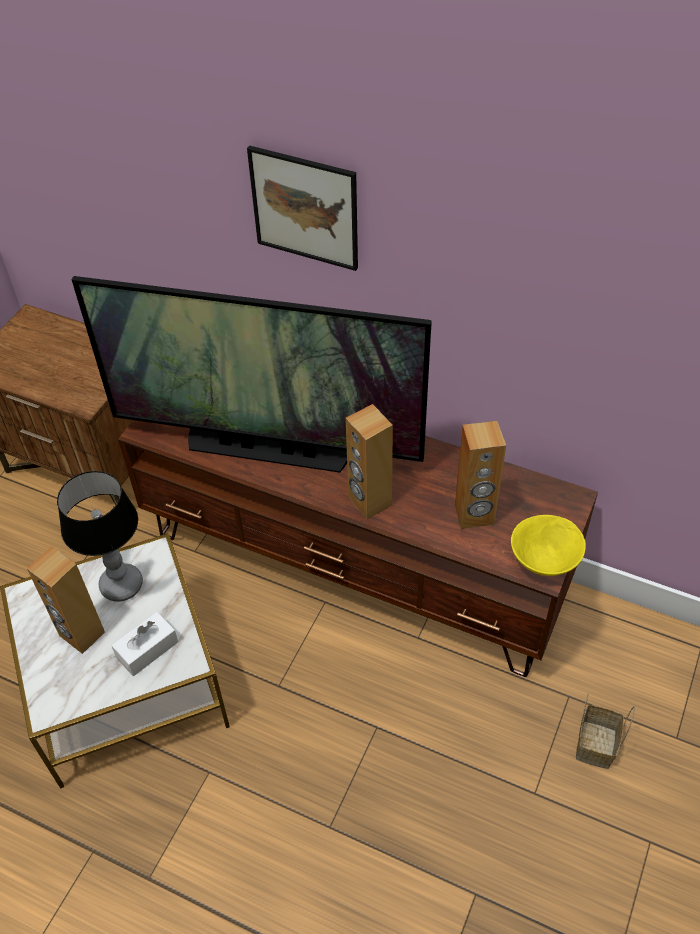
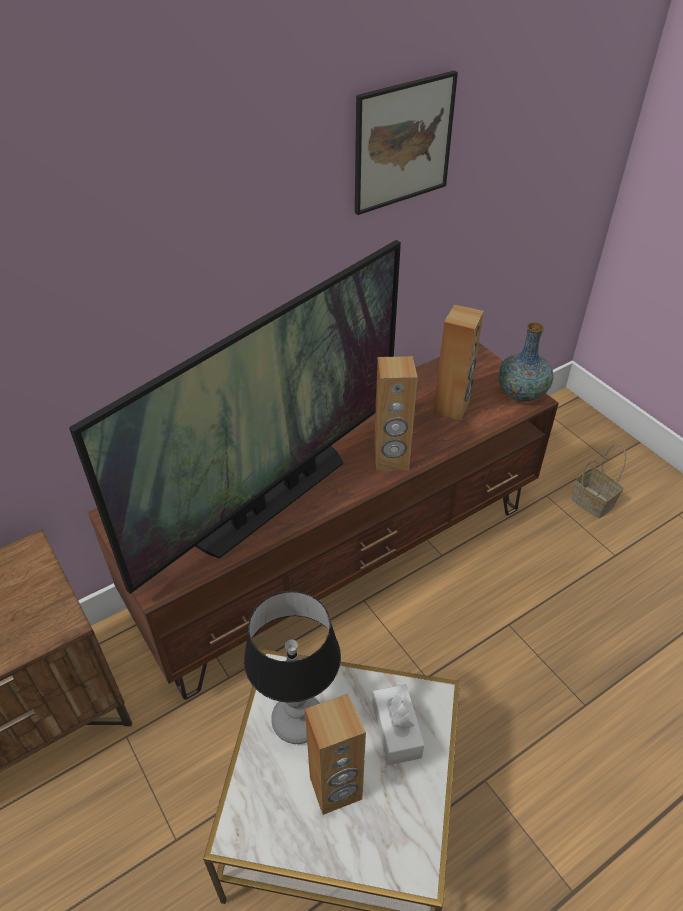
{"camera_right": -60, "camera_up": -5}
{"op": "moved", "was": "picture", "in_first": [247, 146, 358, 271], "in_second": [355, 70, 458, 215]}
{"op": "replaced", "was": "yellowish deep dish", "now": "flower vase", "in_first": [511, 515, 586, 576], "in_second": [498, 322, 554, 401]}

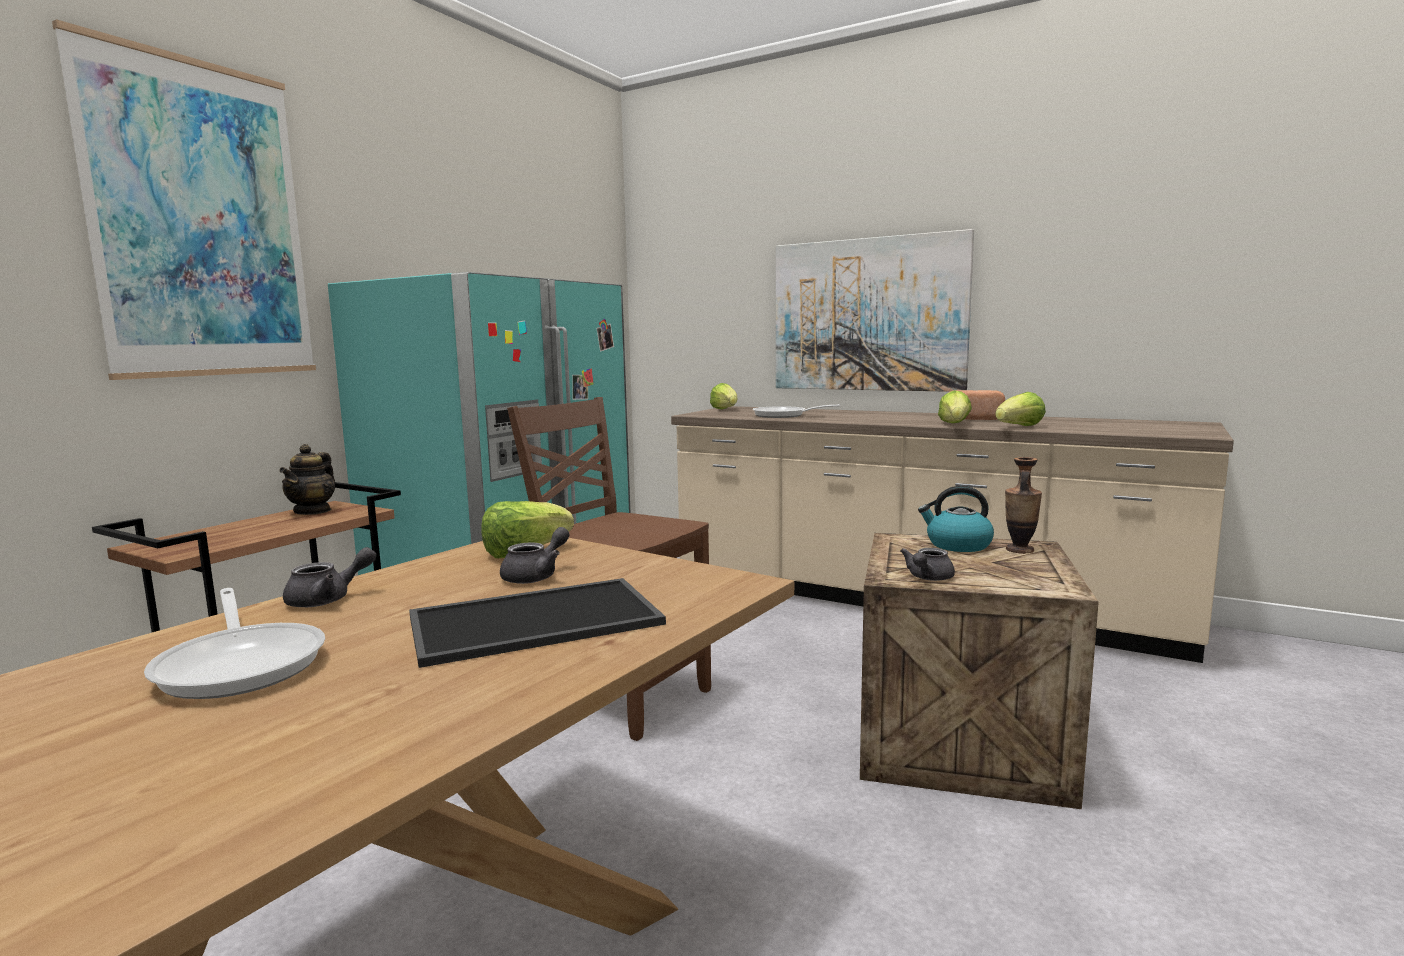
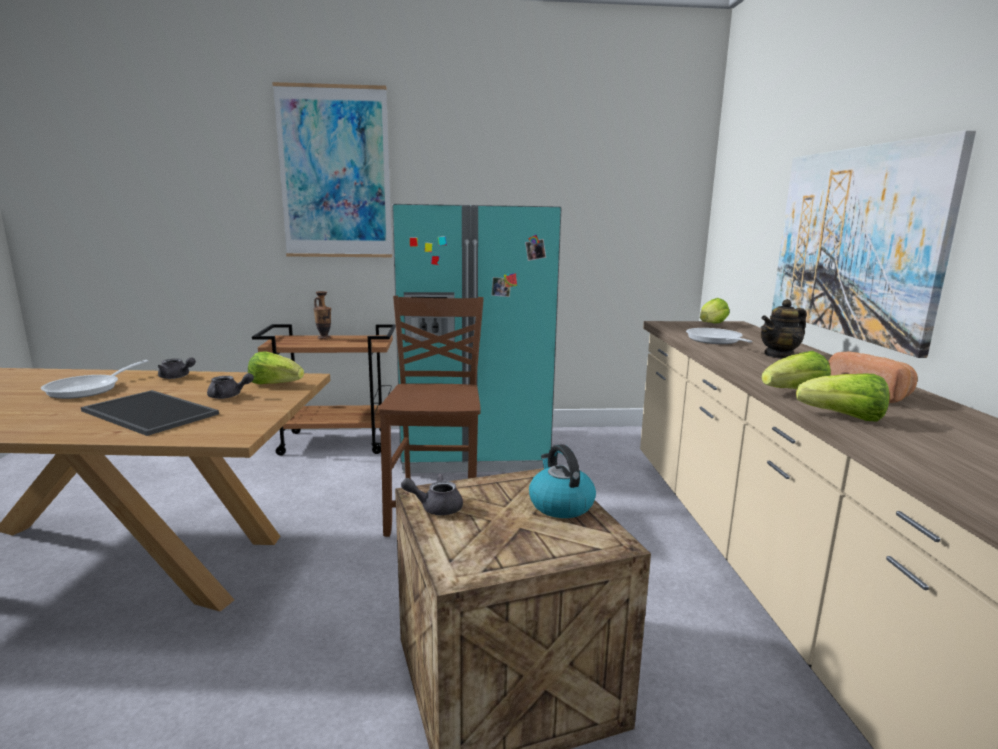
{"camera_right": 55, "camera_up": 5}
{"op": "moved", "was": "tea pot", "in_first": [279, 444, 335, 515], "in_second": [761, 299, 807, 359]}
{"op": "moved", "was": "flower vase", "in_first": [1005, 457, 1042, 554], "in_second": [314, 291, 331, 340]}

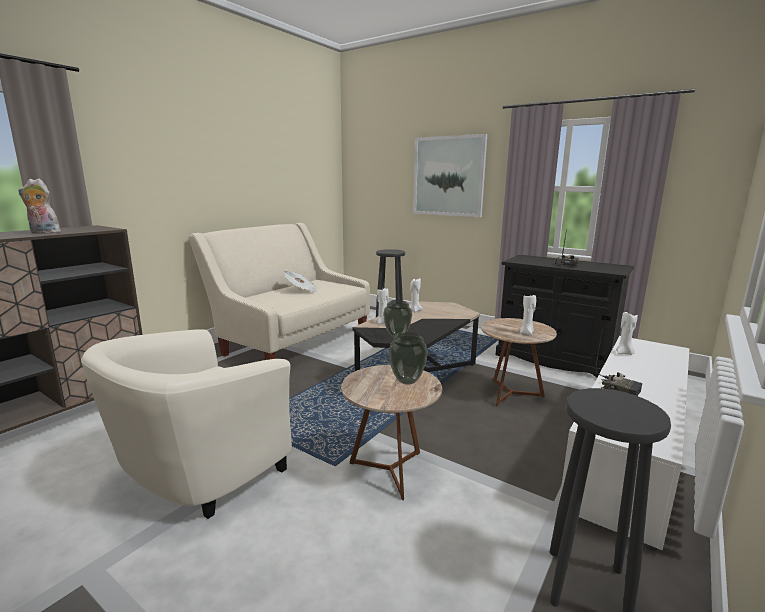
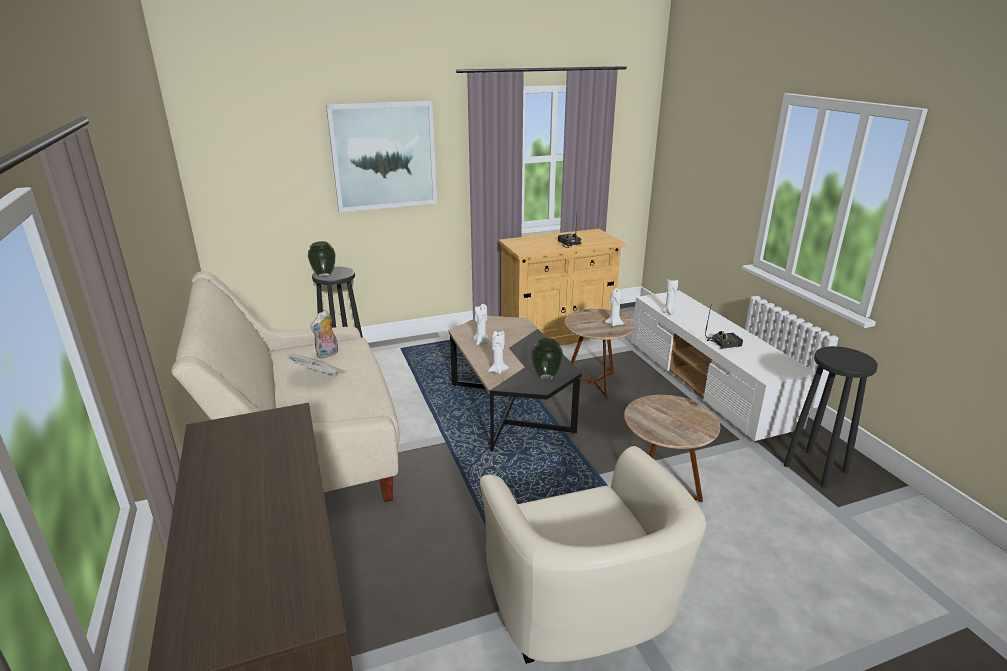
{"camera_right": -55, "camera_up": 10}
{"op": "moved", "was": "soft toy", "in_first": [18, 179, 61, 234], "in_second": [310, 310, 338, 359]}
{"op": "recoloured", "was": "blackish cabinet", "now": "sand-coloured cabinet", "in_first": [496, 255, 634, 378], "in_second": [499, 229, 625, 346]}
{"op": "moved", "was": "flower vase", "in_first": [389, 332, 428, 385], "in_second": [308, 241, 335, 277]}

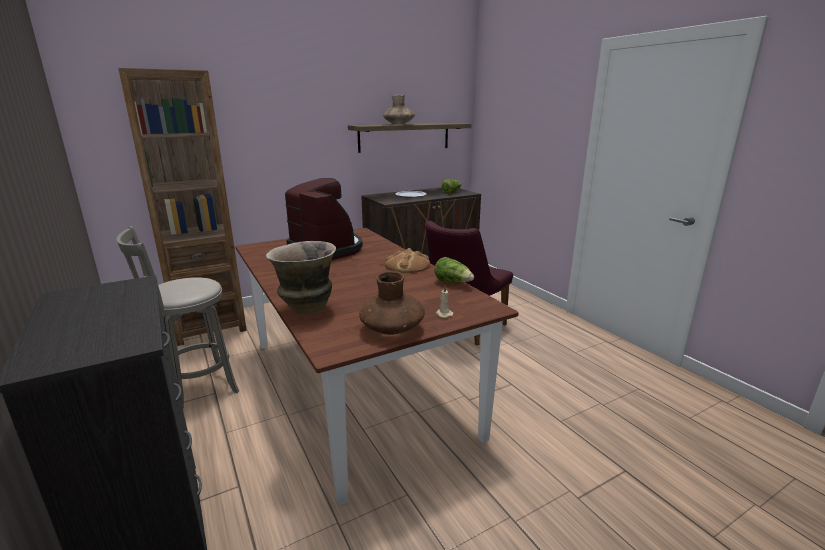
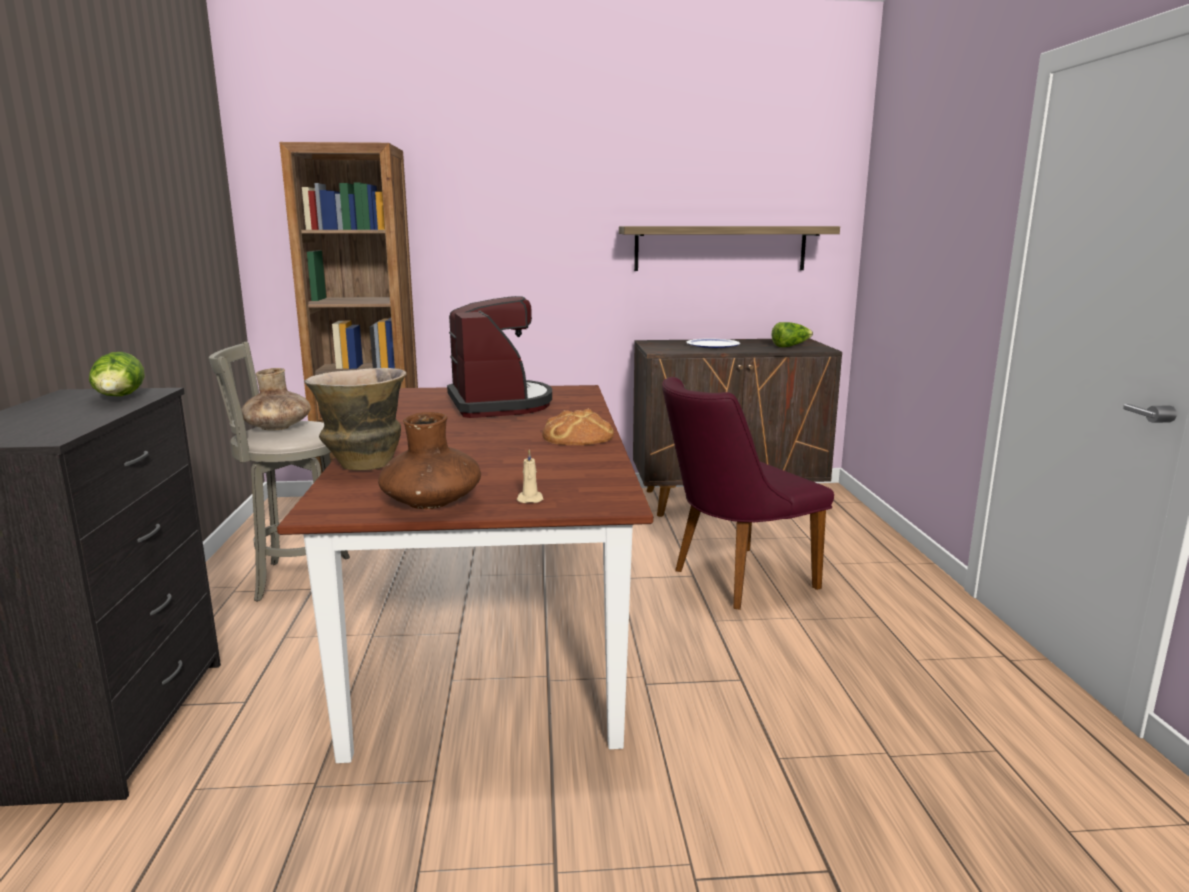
{"camera_right": 25, "camera_up": -5}
{"op": "moved", "was": "brownish flower vase", "in_first": [383, 95, 415, 125], "in_second": [241, 368, 311, 431]}
{"op": "moved", "was": "lettuce", "in_first": [435, 257, 474, 283], "in_second": [89, 352, 145, 396]}

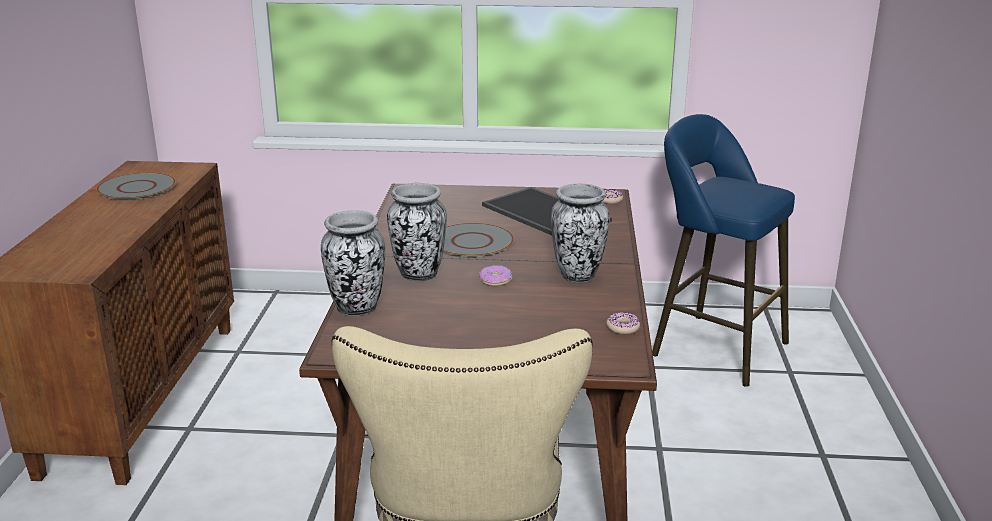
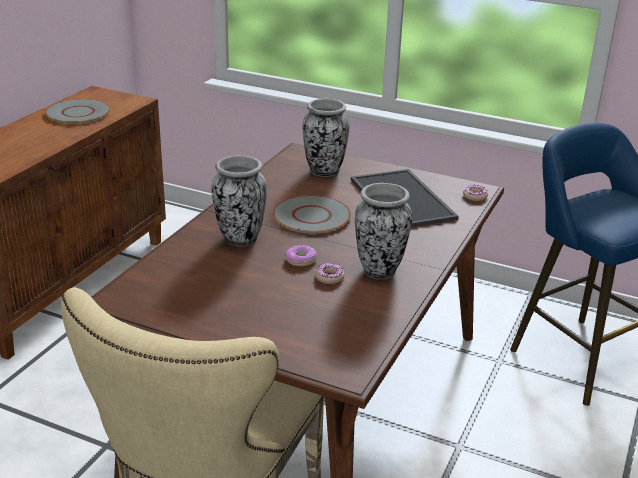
{"camera_right": 20, "camera_up": 5}
{"op": "moved", "was": "flower vase", "in_first": [321, 210, 385, 316], "in_second": [303, 99, 349, 177]}
{"op": "moved", "was": "ring doughnut", "in_first": [606, 312, 640, 334], "in_second": [315, 263, 345, 284]}

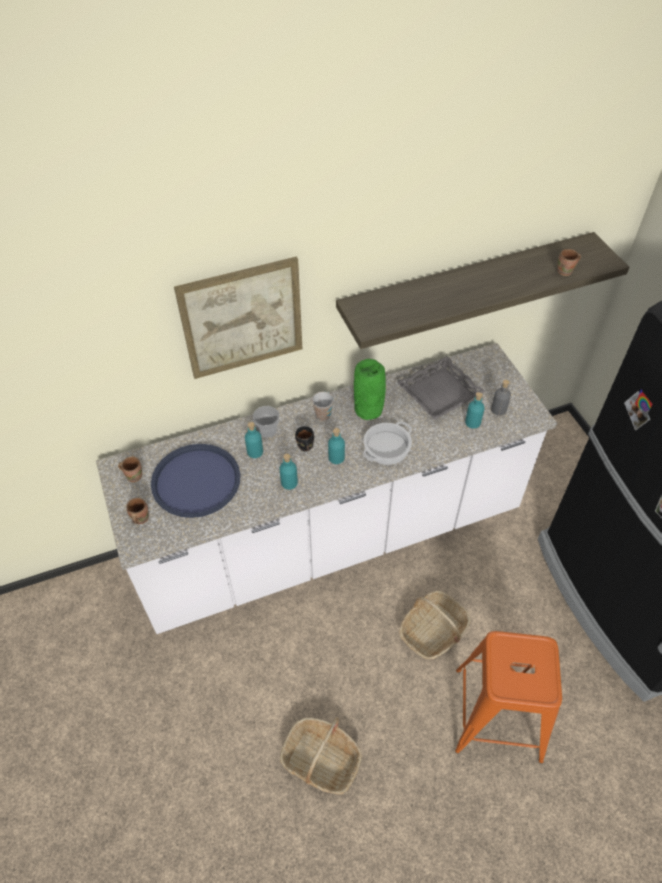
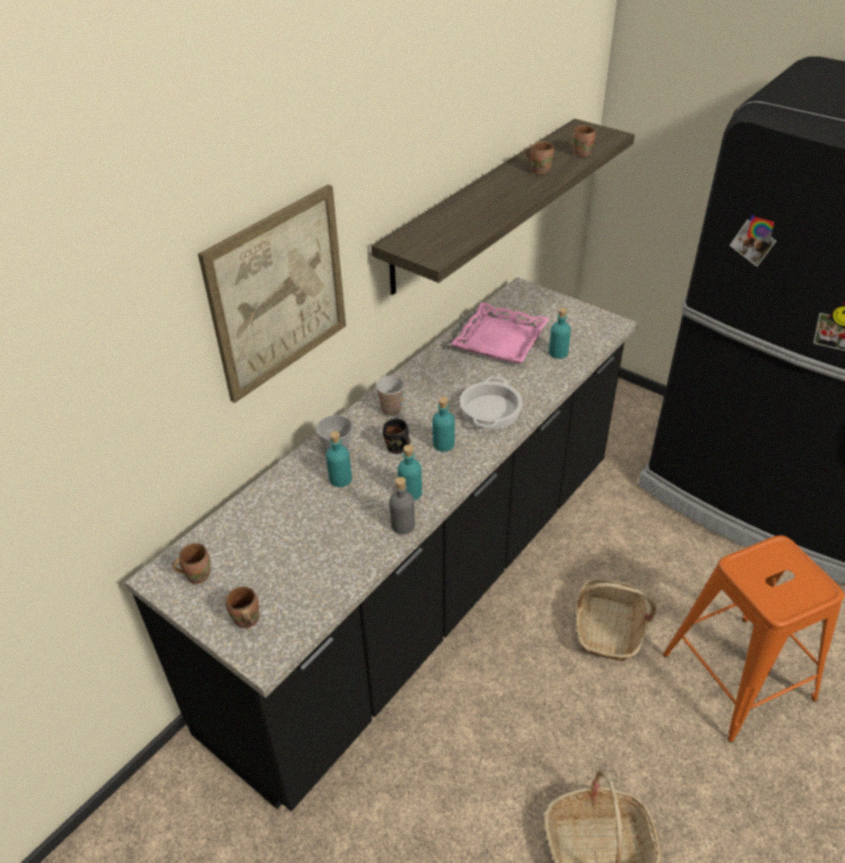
{"camera_right": -30, "camera_up": -10}
{"op": "recoloured", "was": "whitish kitchen base unit", "now": "blackish kitchen base unit", "in_first": [96, 343, 557, 634], "in_second": [125, 277, 638, 812]}
{"op": "recoloured", "was": "gray serving tray", "now": "pink serving tray", "in_first": [397, 356, 485, 420], "in_second": [451, 302, 549, 364]}
{"op": "removed", "was": "greenish flower vase", "in_first": [354, 359, 386, 420]}
{"op": "moved", "was": "gray bottle", "in_first": [491, 380, 511, 416], "in_second": [389, 477, 415, 534]}
{"op": "removed", "was": "blue serving tray", "in_first": [151, 444, 241, 518]}
{"op": "added", "now": "brownish tea mug", "in_second": [526, 141, 554, 174]}

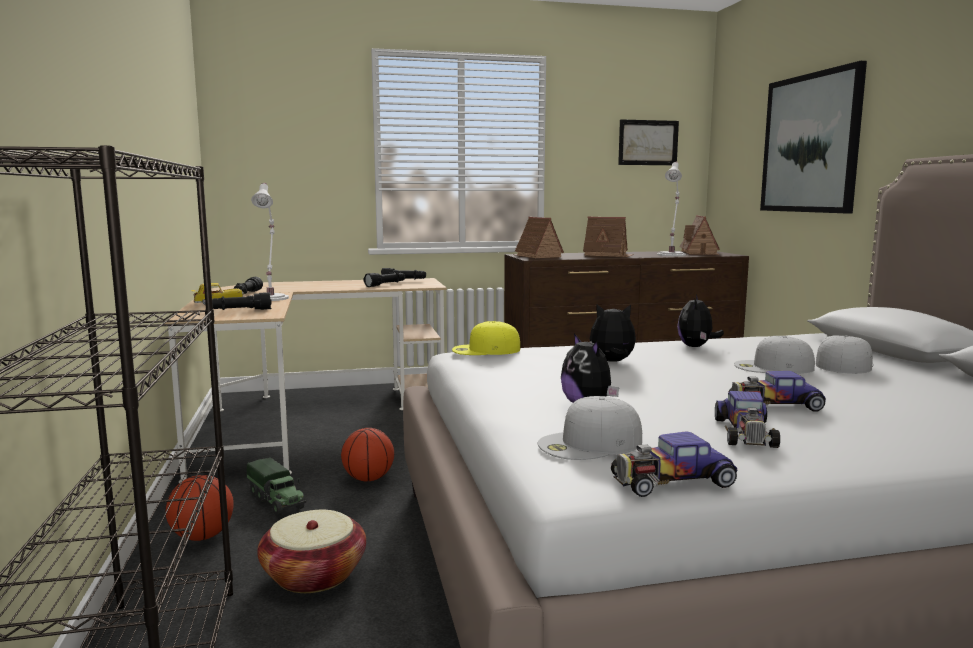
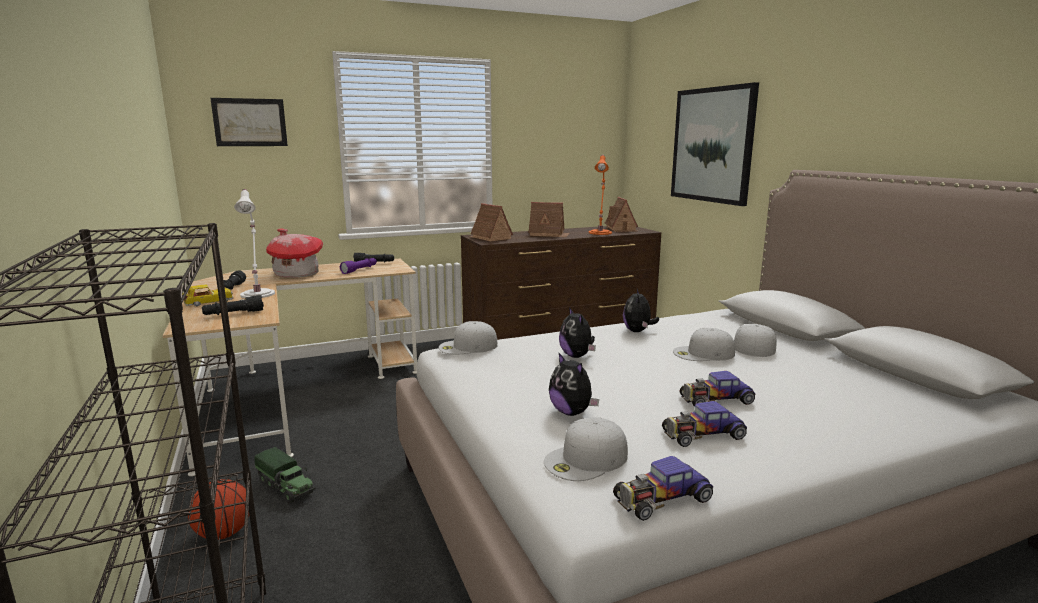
{"camera_right": -10, "camera_up": 5}
{"op": "moved", "was": "picture", "in_first": [618, 119, 679, 165], "in_second": [210, 98, 288, 146]}
{"op": "recoloured", "was": "whitish tabletop lamp", "now": "orange tabletop lamp", "in_first": [657, 162, 686, 256], "in_second": [589, 155, 612, 235]}
{"op": "recoloured", "was": "blackish hand torch", "now": "purple-coloured hand torch", "in_first": [363, 272, 406, 287], "in_second": [340, 258, 377, 274]}
{"op": "turned", "was": "soft toy", "in_first": [590, 305, 636, 362], "in_second": [559, 307, 596, 358], "clockwise": -105}
{"op": "recoloured", "was": "yellowish cap", "now": "whitish cap", "in_first": [452, 321, 520, 355], "in_second": [439, 321, 497, 355]}
{"op": "turned", "was": "miniature car", "in_first": [715, 391, 780, 448], "in_second": [662, 401, 747, 447], "clockwise": 75}
{"op": "removed", "was": "ball for basketball", "in_first": [341, 428, 394, 482]}
{"op": "removed", "was": "basket", "in_first": [257, 510, 366, 593]}
{"op": "added", "now": "model house", "in_second": [266, 228, 323, 278]}

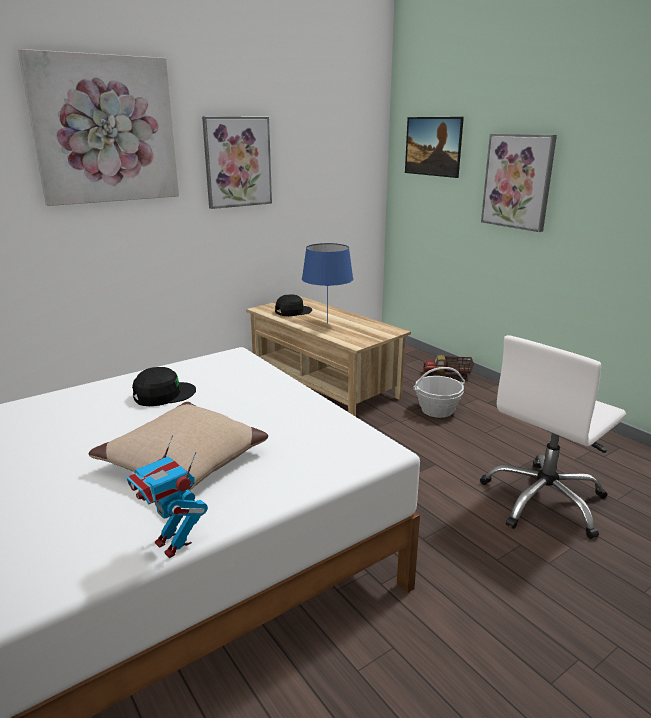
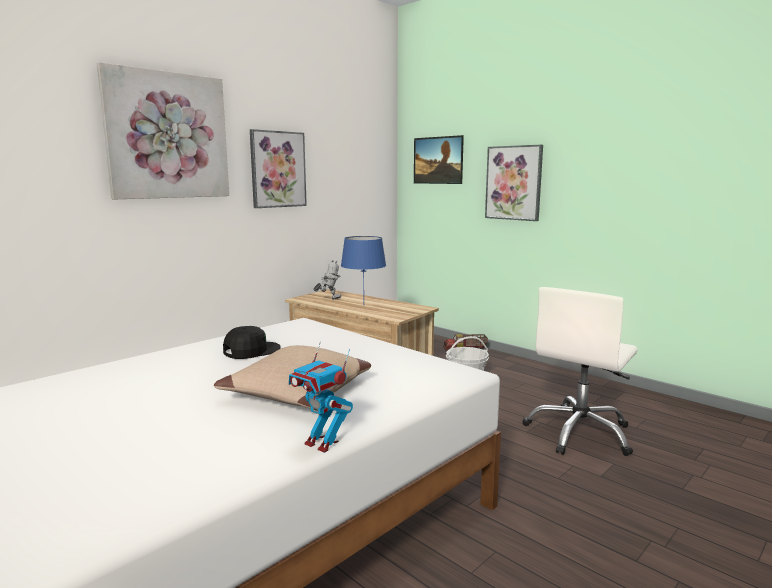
{"camera_right": -10, "camera_up": -10}
{"op": "replaced", "was": "blackish cap", "now": "model robot", "in_first": [275, 295, 312, 316], "in_second": [313, 260, 341, 300]}

